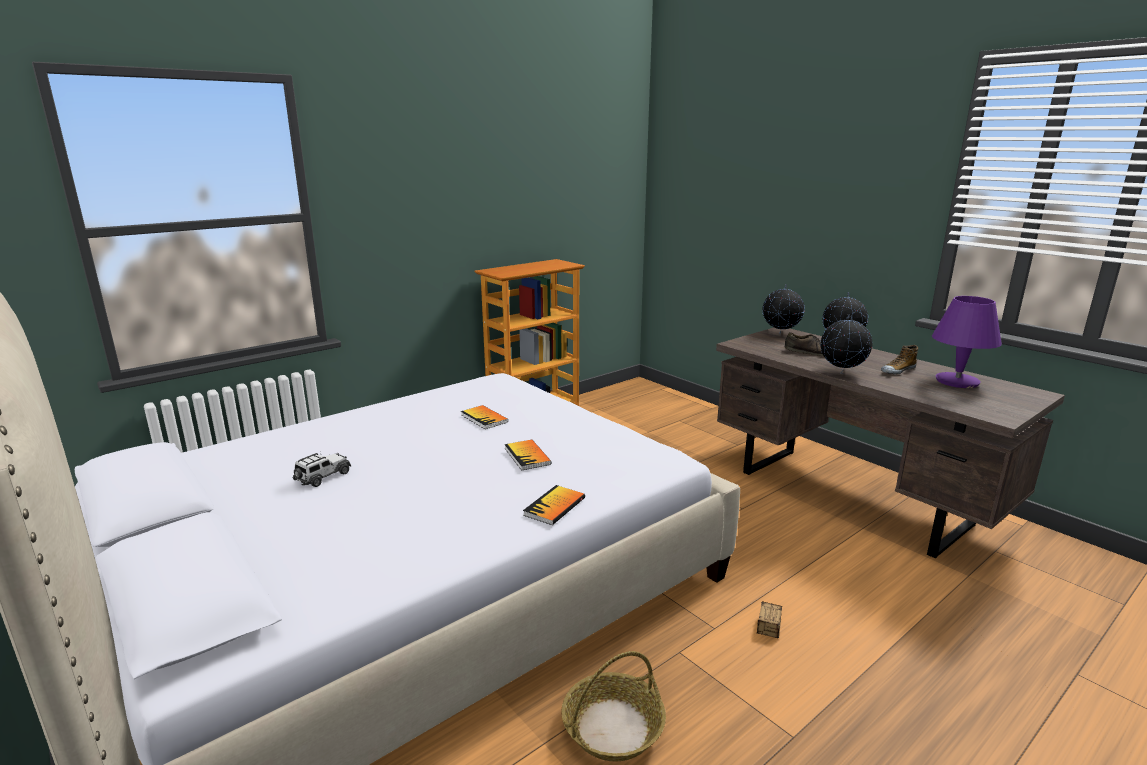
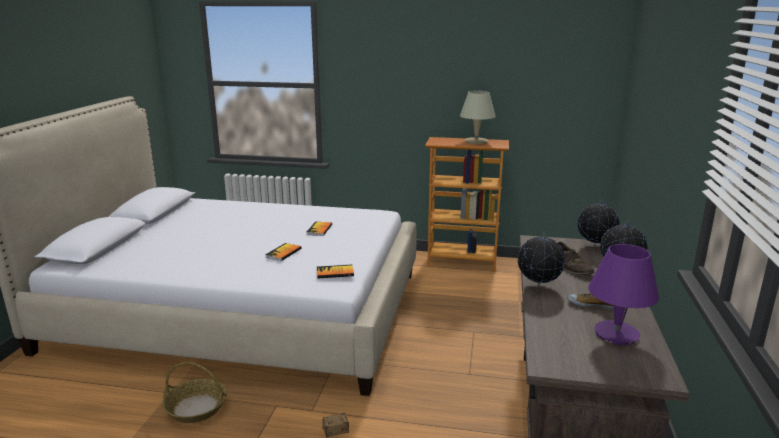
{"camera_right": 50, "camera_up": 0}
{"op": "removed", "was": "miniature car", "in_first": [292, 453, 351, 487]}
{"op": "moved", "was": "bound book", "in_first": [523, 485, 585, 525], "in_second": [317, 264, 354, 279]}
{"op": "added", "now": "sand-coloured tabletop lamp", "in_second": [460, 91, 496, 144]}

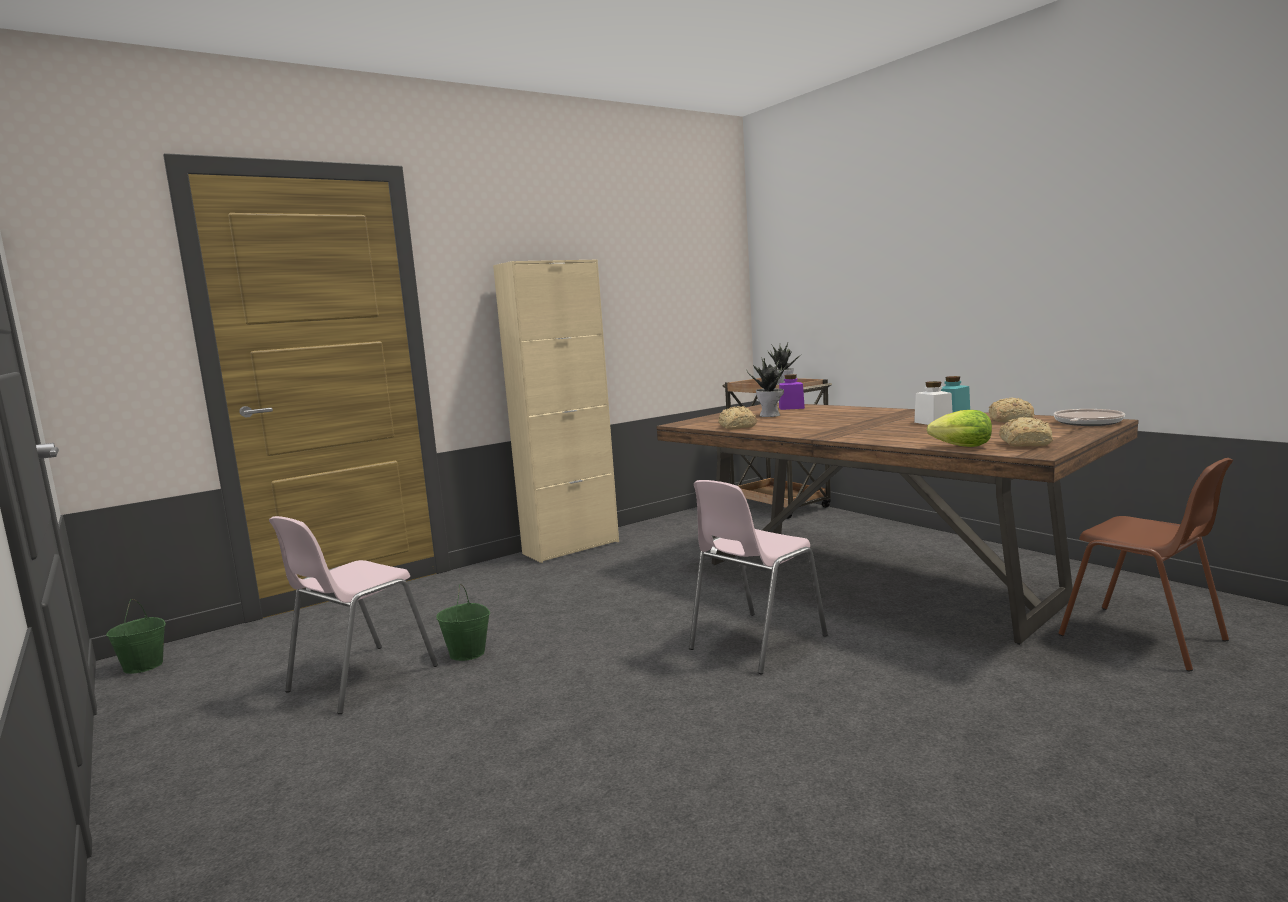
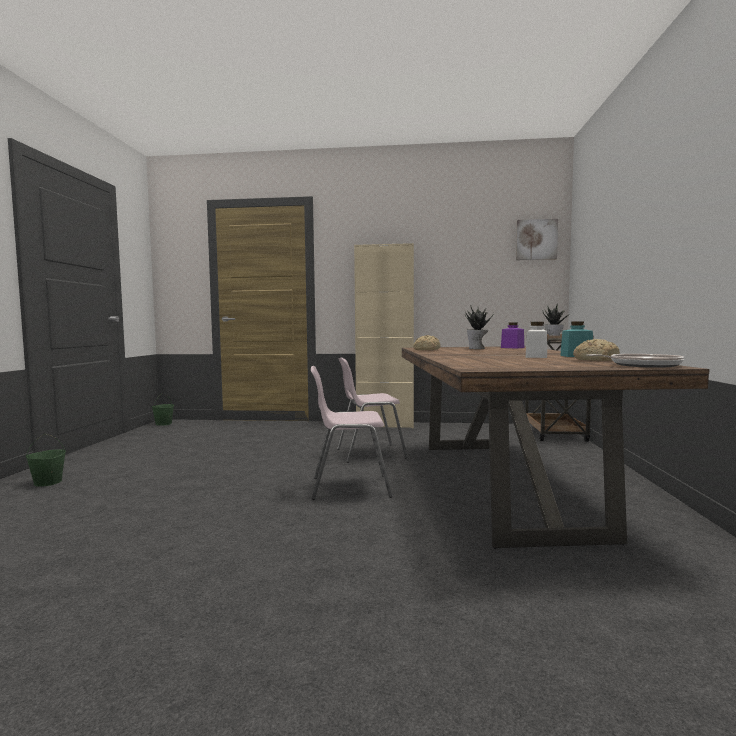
{"camera_right": 40, "camera_up": -5}
{"op": "removed", "was": "lettuce", "in_first": [927, 410, 992, 447]}
{"op": "removed", "was": "baked bread", "in_first": [999, 417, 1053, 447]}
{"op": "removed", "was": "brownish plain chair", "in_first": [1058, 458, 1233, 671]}
{"op": "moved", "was": "pink plain chair", "in_first": [269, 516, 438, 714], "in_second": [337, 357, 408, 463]}
{"op": "moved", "was": "greenish water bucket", "in_first": [436, 584, 490, 661], "in_second": [25, 434, 66, 487]}
{"op": "added", "now": "picture", "in_second": [516, 219, 558, 260]}

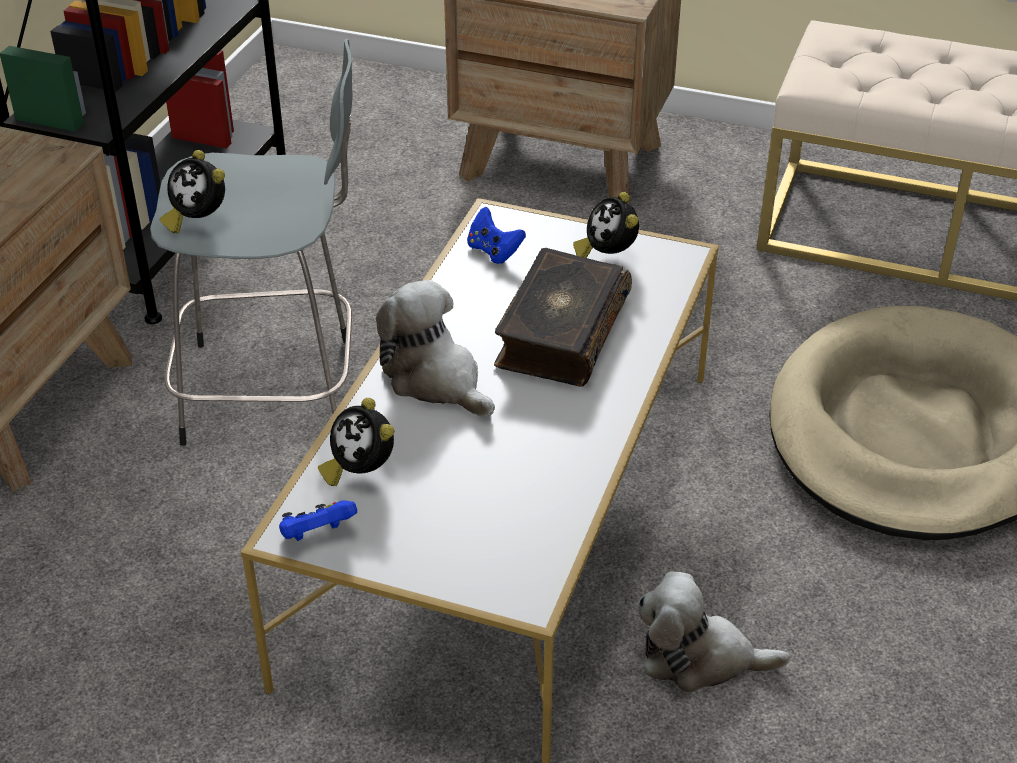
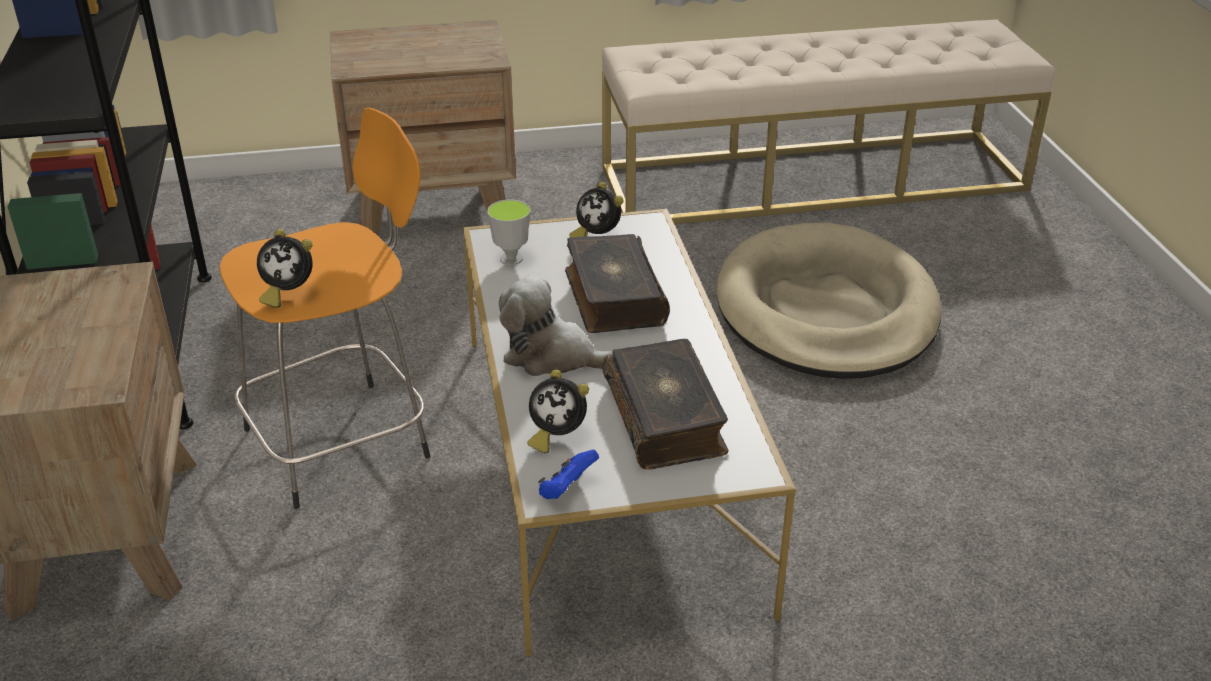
{"camera_right": -30, "camera_up": -5}
{"op": "recoloured", "was": "gray stool", "now": "orange stool", "in_first": [150, 39, 352, 446], "in_second": [219, 108, 430, 509]}
{"op": "replaced", "was": "blue joypad", "now": "cup", "in_first": [467, 207, 526, 264], "in_second": [487, 200, 531, 265]}
{"op": "removed", "was": "soft toy", "in_first": [638, 571, 790, 693]}
{"op": "added", "now": "bound book", "in_second": [603, 339, 729, 470]}

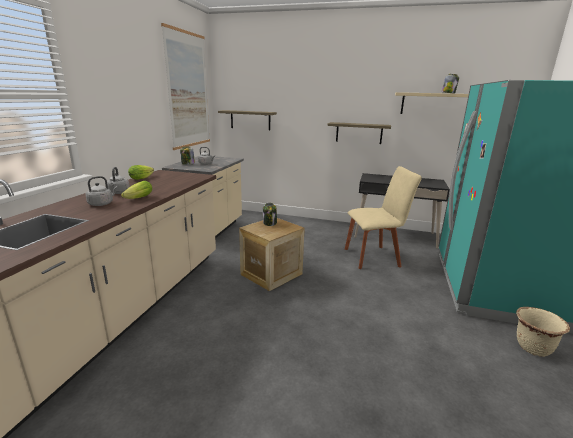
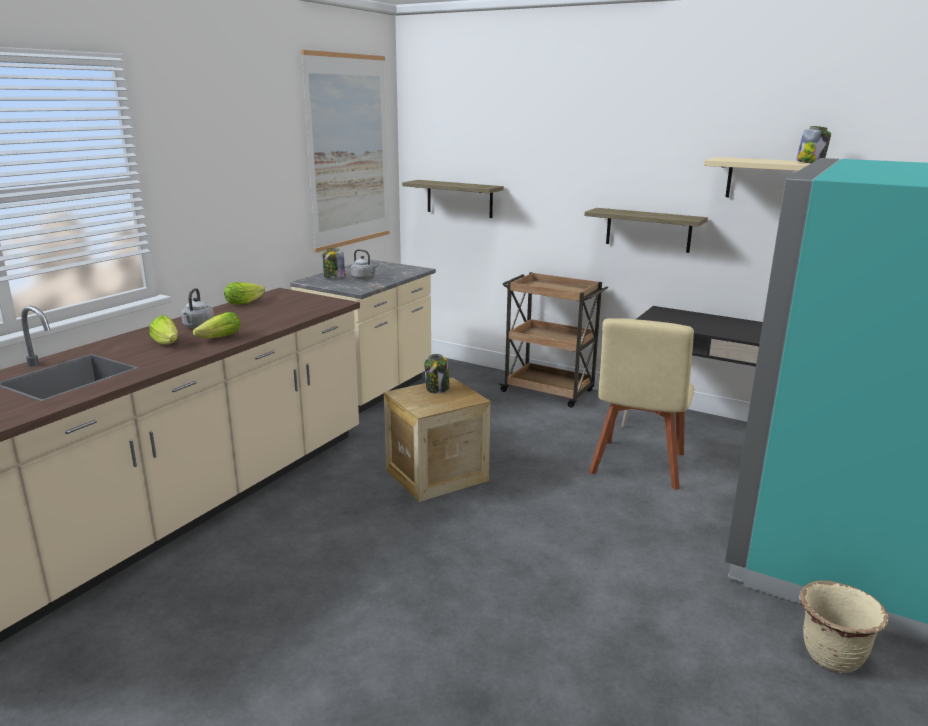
{"camera_right": 15, "camera_up": 0}
{"op": "turned", "was": "sand-coloured plain chair", "in_first": [345, 166, 422, 269], "in_second": [588, 318, 694, 490], "clockwise": 105}
{"op": "replaced", "was": "gray tea kettle", "now": "lettuce", "in_first": [86, 176, 118, 206], "in_second": [149, 315, 178, 345]}
{"op": "added", "now": "brownish cart", "in_second": [498, 272, 608, 407]}

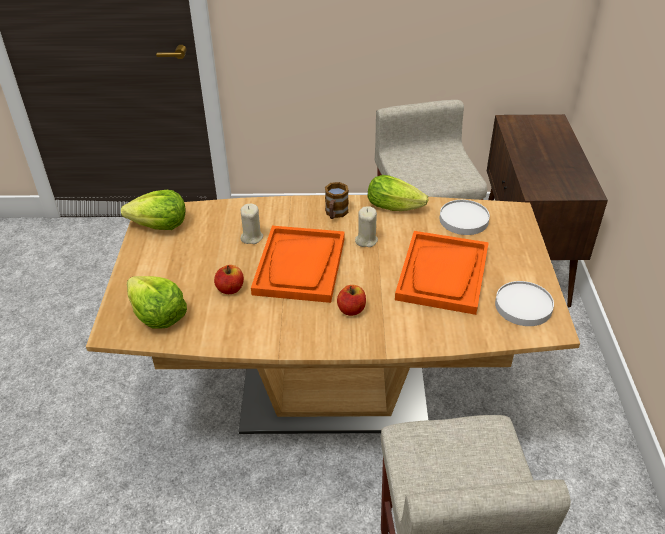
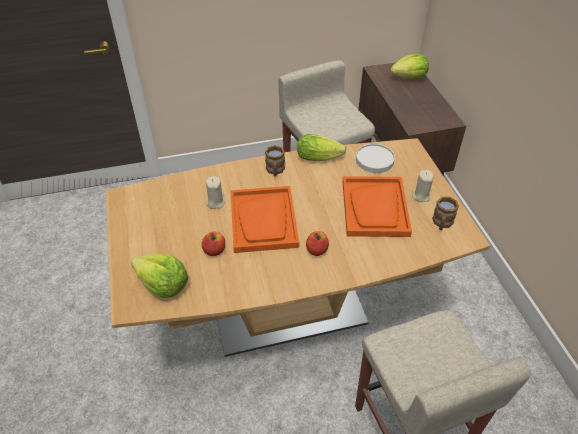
{"camera_right": -15, "camera_up": 5}
{"op": "moved", "was": "lettuce", "in_first": [121, 190, 185, 230], "in_second": [390, 54, 429, 79]}
{"op": "moved", "was": "sand-coloured wax light", "in_first": [355, 206, 378, 247], "in_second": [412, 170, 434, 202]}
{"op": "replaced", "was": "whitish dinner plate", "now": "tea mug", "in_first": [495, 281, 554, 326], "in_second": [432, 197, 459, 230]}

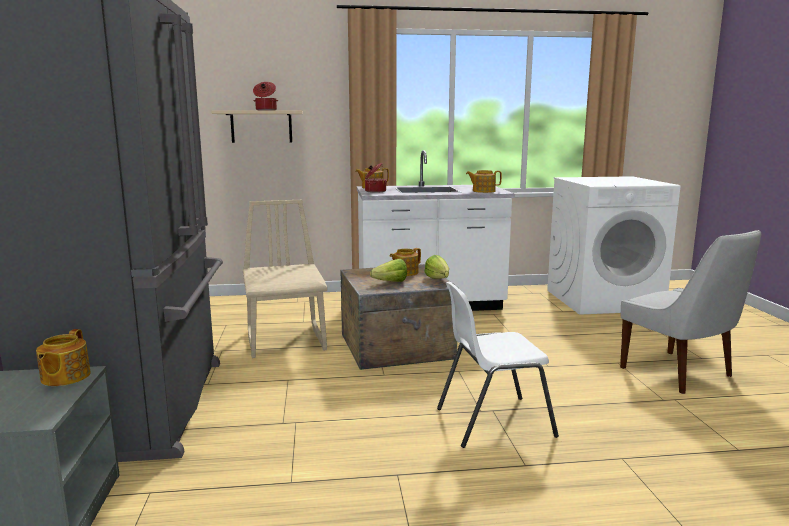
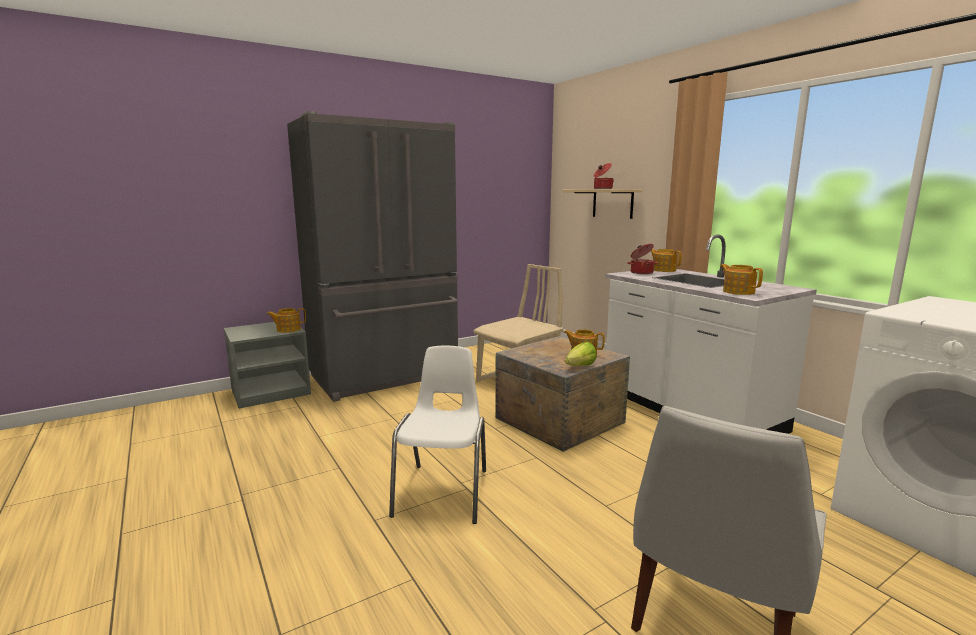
{"camera_right": 65, "camera_up": 0}
{"op": "removed", "was": "lettuce", "in_first": [370, 259, 407, 282]}
{"op": "turned", "was": "whitish plain chair", "in_first": [437, 282, 559, 448], "in_second": [389, 346, 486, 524], "clockwise": 45}

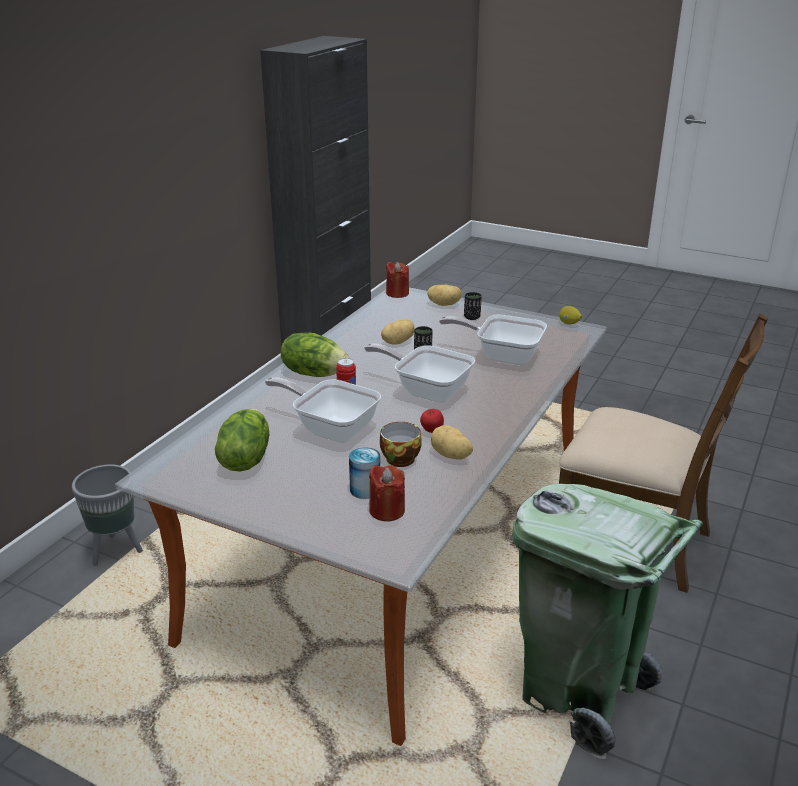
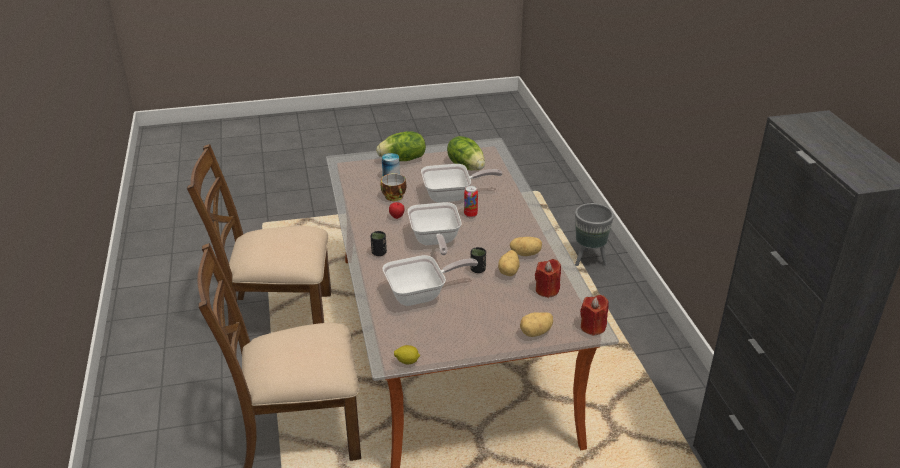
{"camera_right": 140, "camera_up": 5}
{"op": "moved", "was": "blackish cup", "in_first": [464, 292, 482, 320], "in_second": [371, 231, 387, 256]}
{"op": "moved", "was": "lettuce", "in_first": [281, 332, 350, 377], "in_second": [376, 131, 426, 161]}
{"op": "turned", "was": "skillet", "in_first": [364, 344, 475, 403], "in_second": [408, 202, 462, 255], "clockwise": 90}
{"op": "moved", "was": "potato", "in_first": [431, 425, 473, 460], "in_second": [510, 237, 542, 256]}
{"op": "moved", "was": "reddish wax light", "in_first": [369, 465, 405, 521], "in_second": [535, 259, 561, 298]}
{"op": "replaced", "was": "greenish trash can", "now": "brownish plain chair", "in_first": [512, 484, 703, 759], "in_second": [187, 144, 331, 345]}

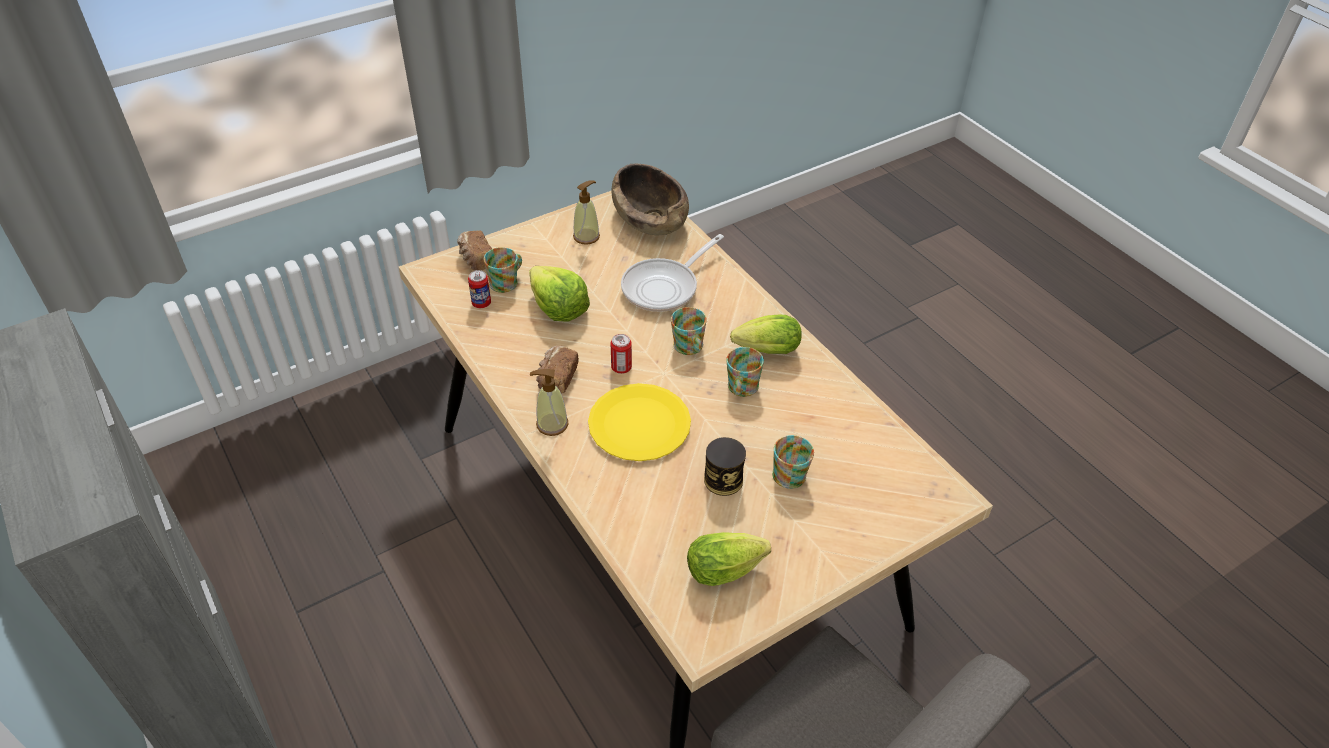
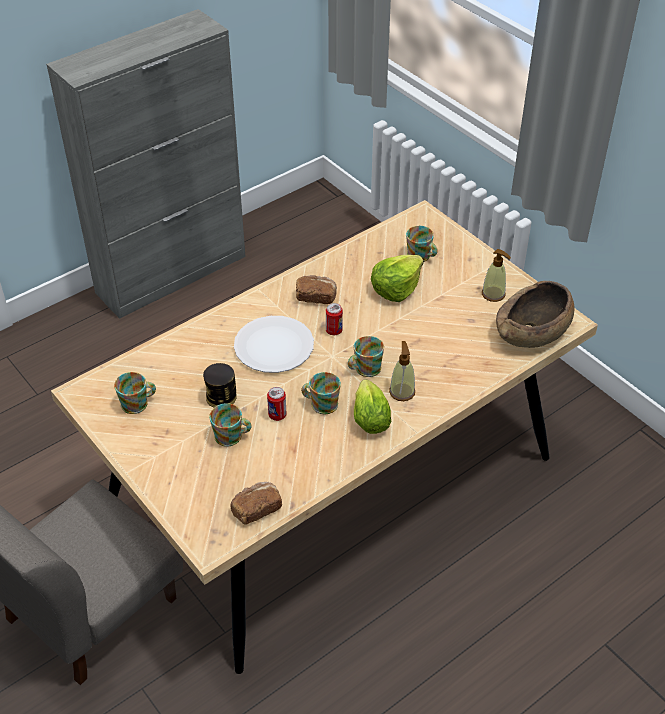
{"camera_right": 85, "camera_up": 0}
{"op": "moved", "was": "baked bread", "in_first": [457, 230, 492, 271], "in_second": [230, 482, 282, 525]}
{"op": "removed", "was": "skillet", "in_first": [621, 234, 724, 312]}
{"op": "moved", "was": "metal can", "in_first": [468, 270, 491, 308], "in_second": [267, 387, 287, 421]}
{"op": "moved", "was": "soap dispenser", "in_first": [530, 369, 569, 436], "in_second": [389, 341, 415, 401]}
{"op": "recoloured", "was": "yellowish dinner plate", "now": "whitish dinner plate", "in_first": [588, 383, 691, 461], "in_second": [234, 316, 314, 373]}
{"op": "replaced", "was": "lettuce", "now": "tea mug", "in_first": [687, 532, 771, 586], "in_second": [114, 372, 156, 414]}

